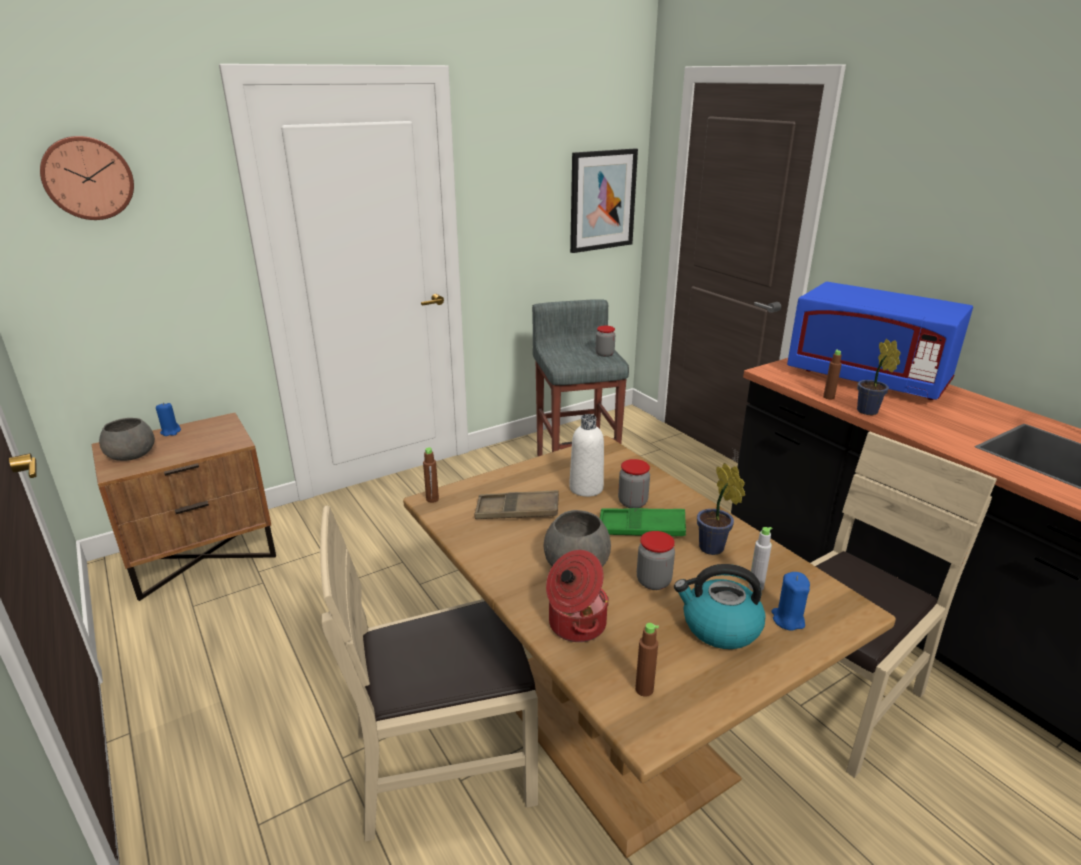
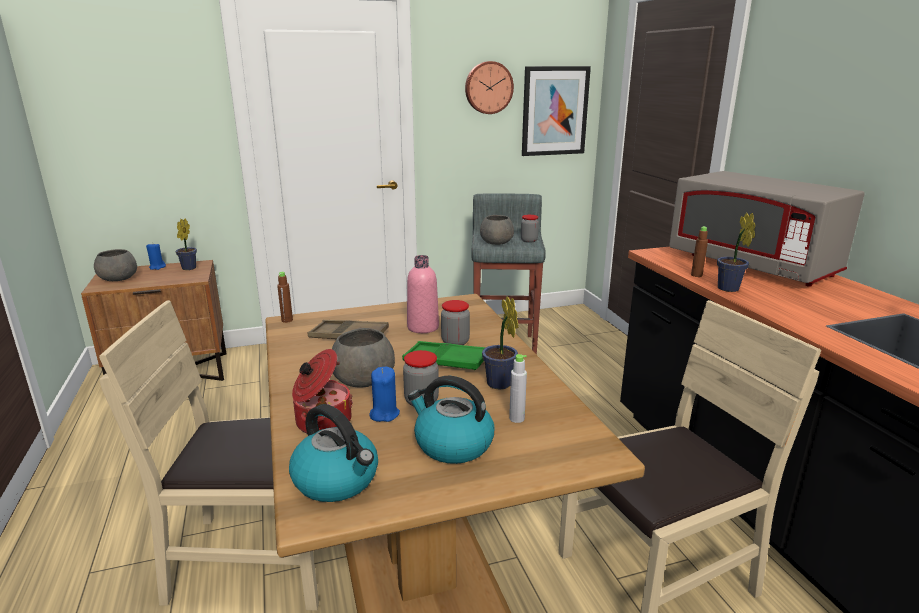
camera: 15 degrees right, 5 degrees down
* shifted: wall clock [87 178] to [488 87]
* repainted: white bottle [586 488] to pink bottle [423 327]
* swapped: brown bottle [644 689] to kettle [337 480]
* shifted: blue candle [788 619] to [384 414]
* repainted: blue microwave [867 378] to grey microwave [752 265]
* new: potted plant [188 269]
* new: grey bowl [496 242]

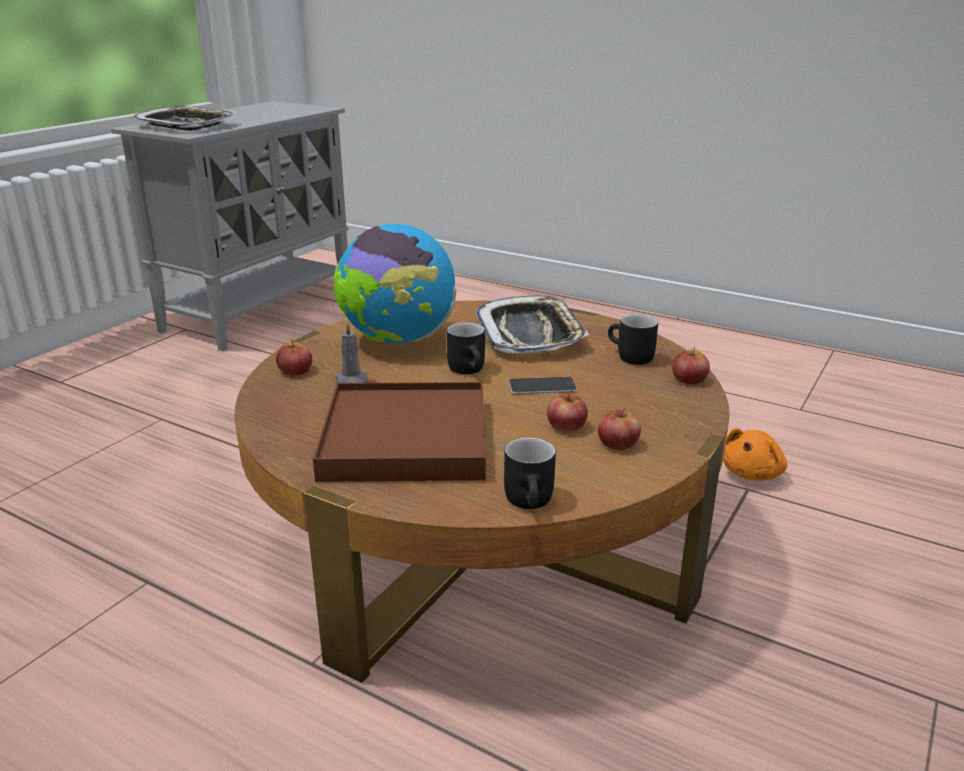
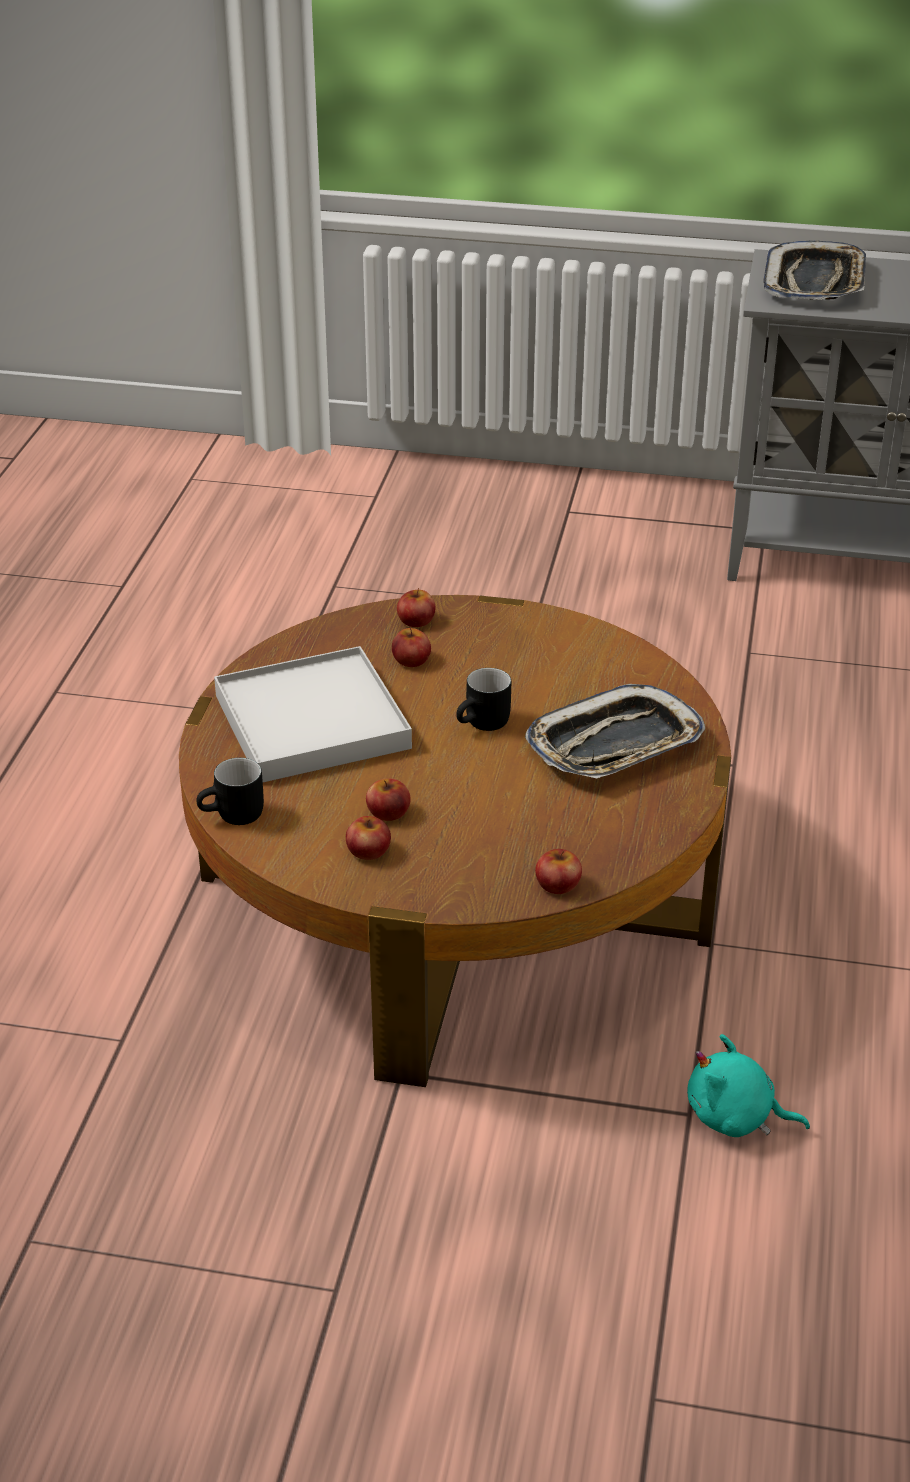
camera: 70 degrees right, 10 degrees up
* repainted: brown tray [405 438] to white tray [312 721]
* gone: globe [398 340]
* swapped: grey candle [352 381] to apple [411 659]
* gone: phone [542 386]
* gone: black mug [629 357]
* repainted: orange plush toy [753 473] to turquoise plush toy [736 1117]

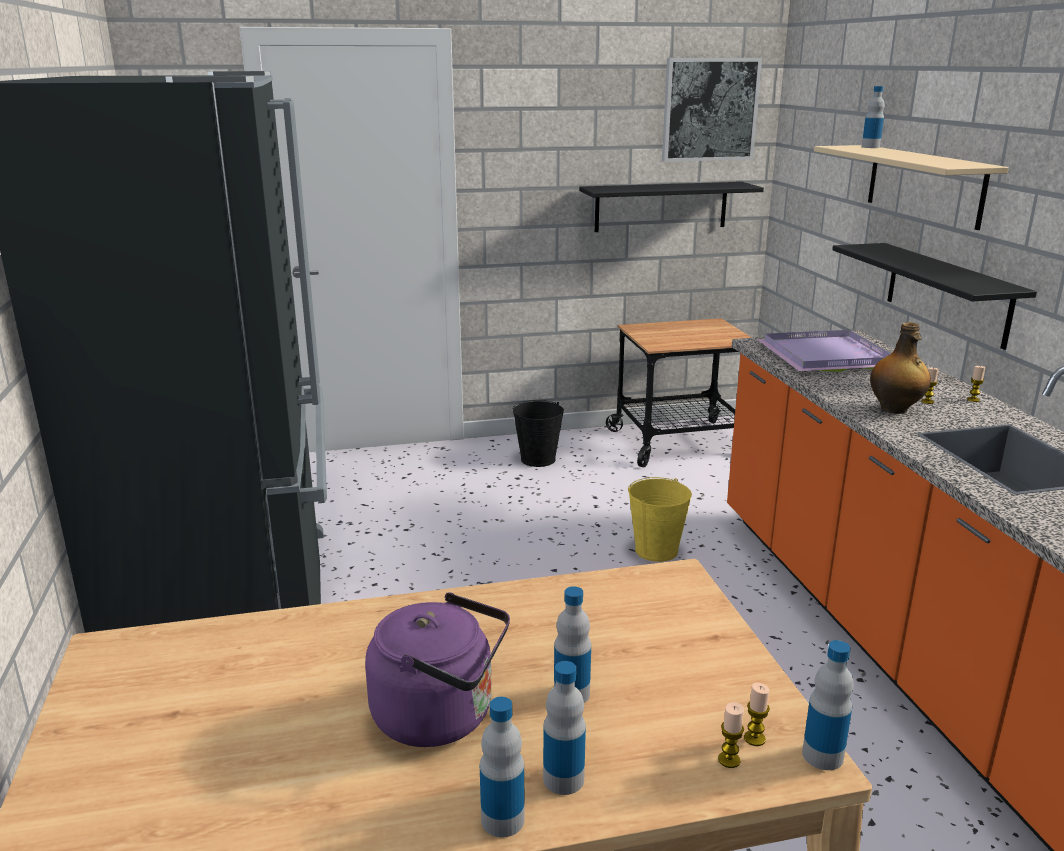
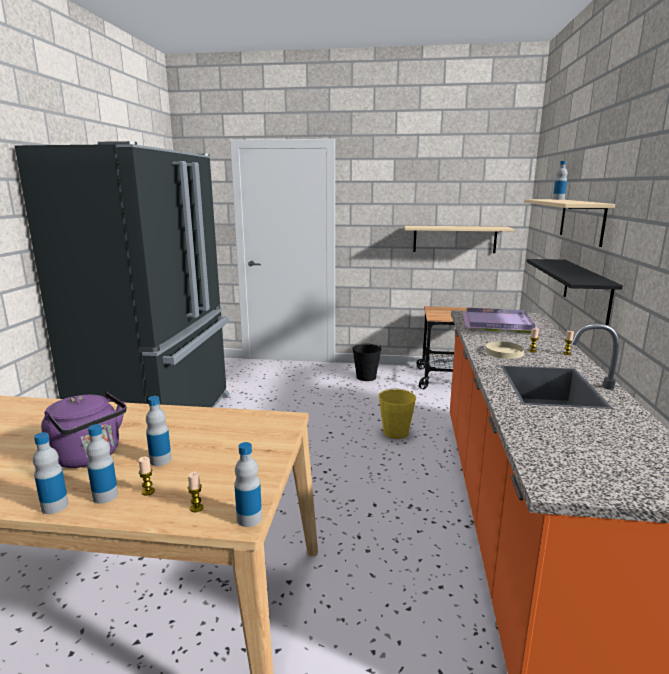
camera: 20 degrees right, 5 degrees down
* repainted: black shelf [661 206] to beige shelf [454 239]
* gone: picture [709 109]
* shifted: candle [754 738] to [148 491]
* swapped: bottle [895 409] to beige plate [504 352]

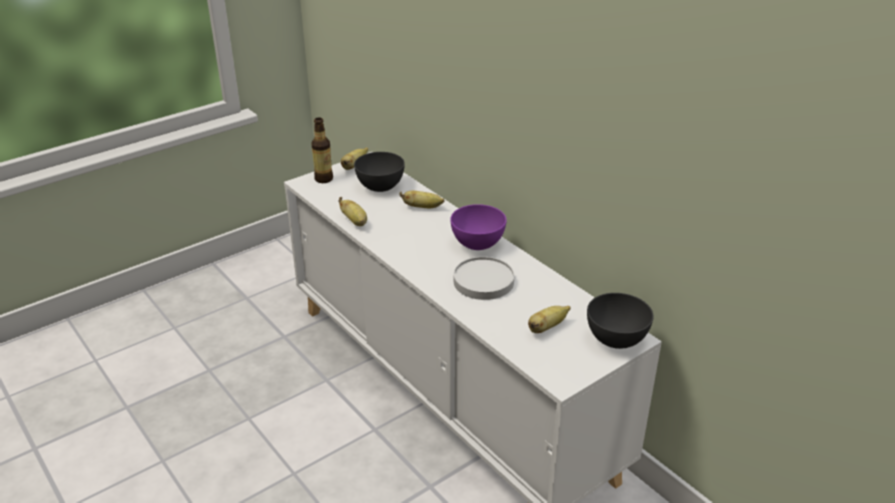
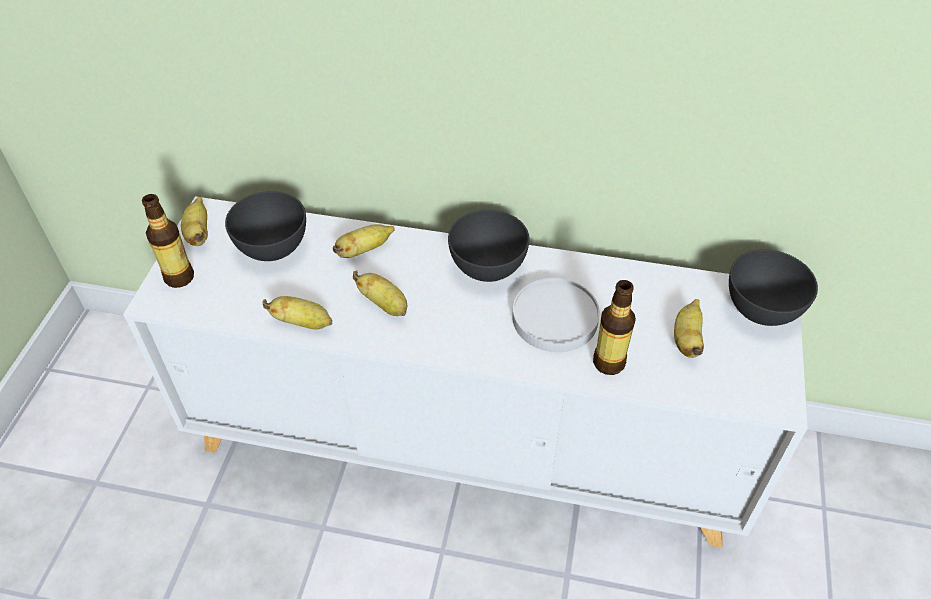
camera: 40 degrees left, 15 degrees up
* repainted: purple bowl [477 244] to grey bowl [488 268]
* new: banana [385 305]
* new: bottle [608 363]

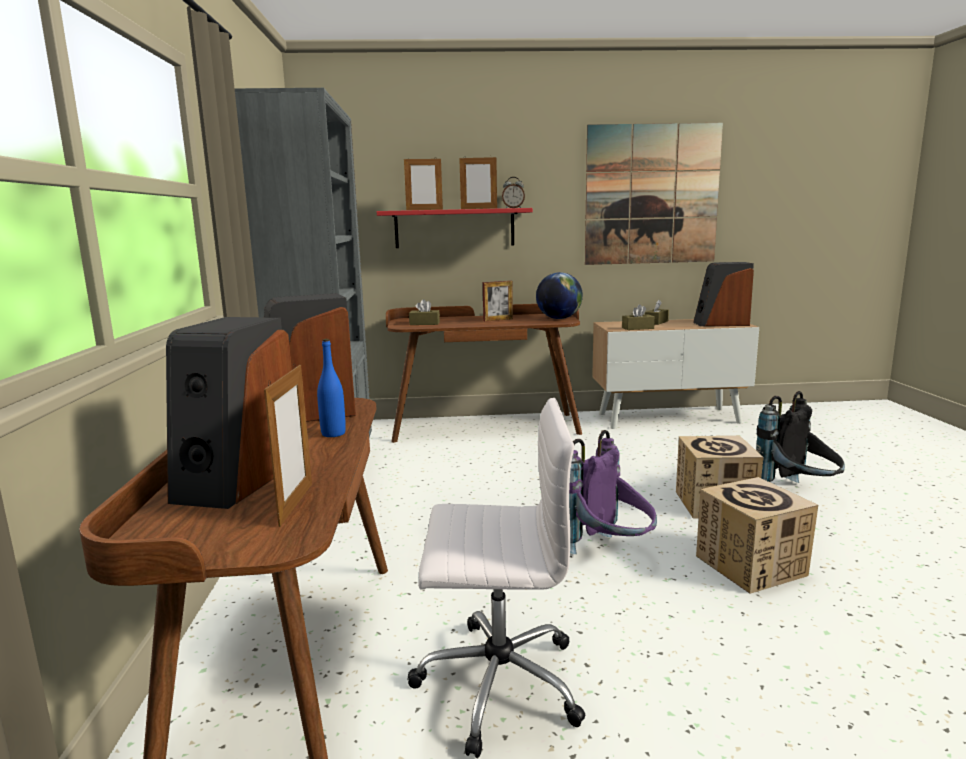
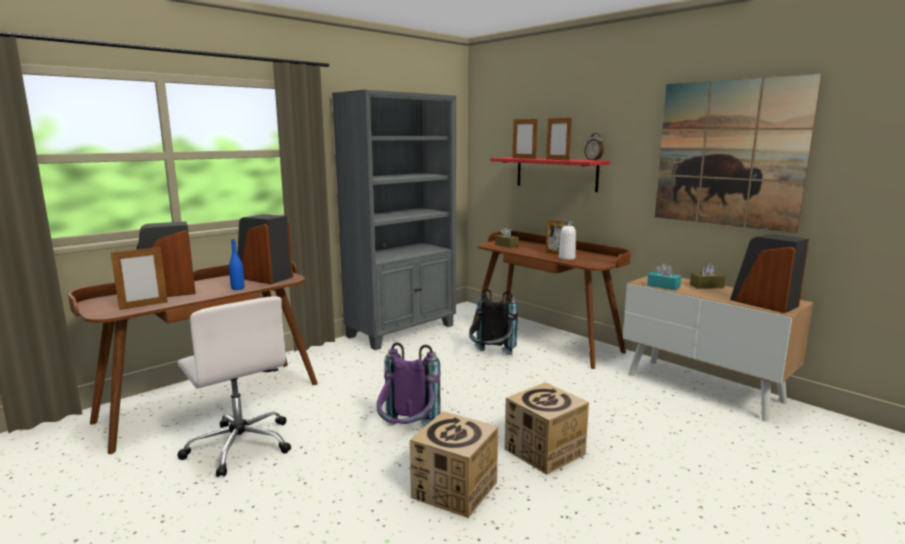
camera: 50 degrees right, 0 degrees up
* gone: globe [559 318]
* repainted: brown tissue box [637 328] to turquoise tissue box [663 286]
* shifted: black backpack [797 494] to [491 357]
* new: white bottle [567 258]

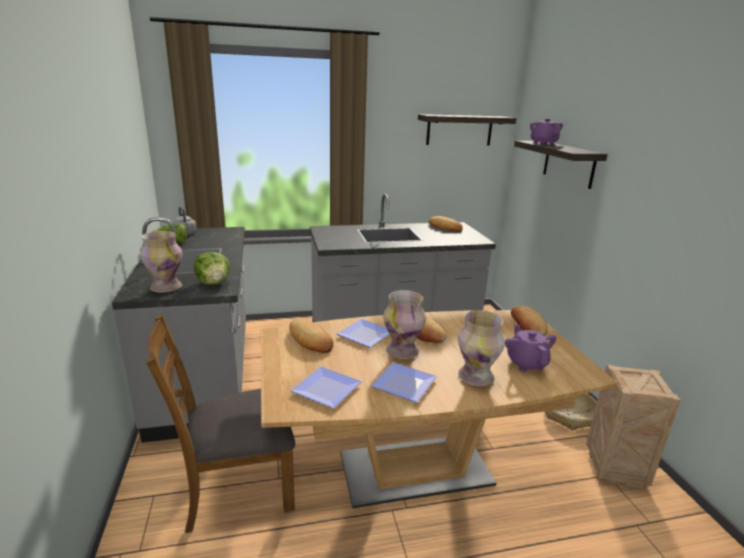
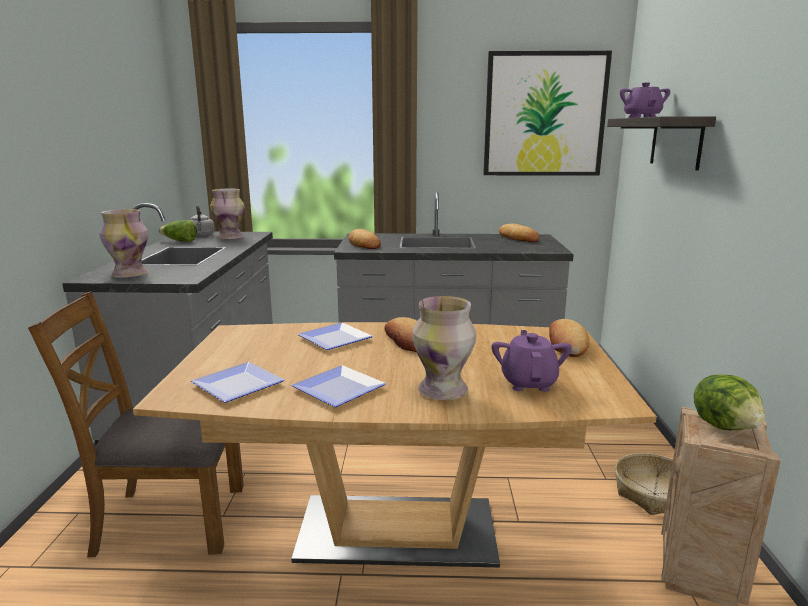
camera: 15 degrees right, 5 degrees down
* shifted: lettuce [214 283] to [725 426]
* shifted: bread [310 339] to [364 244]
* shifted: vase [402 351] to [231 237]
* swapped: shelf [459 130] to picture [544 115]

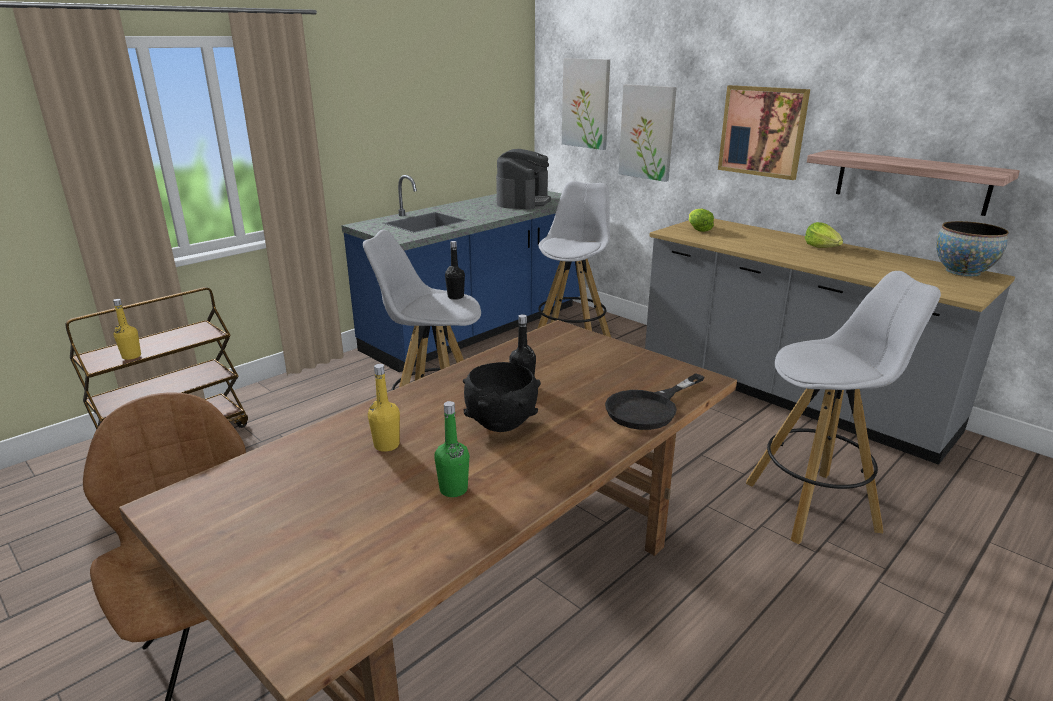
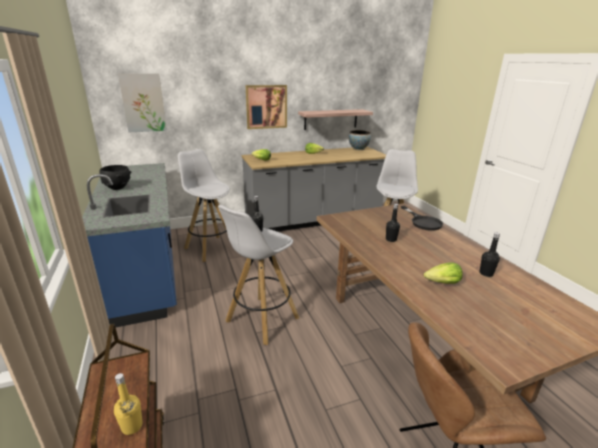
camera: 65 degrees left, 0 degrees up
* swapped: yellow bottle [386 445] to lettuce [443 283]
* repainted: green bottle [453 489] to black bottle [486 273]
* shifted: black bowl [501 425] to [117 188]
* gone: coffee machine [523 201]
* gone: picture [647 132]

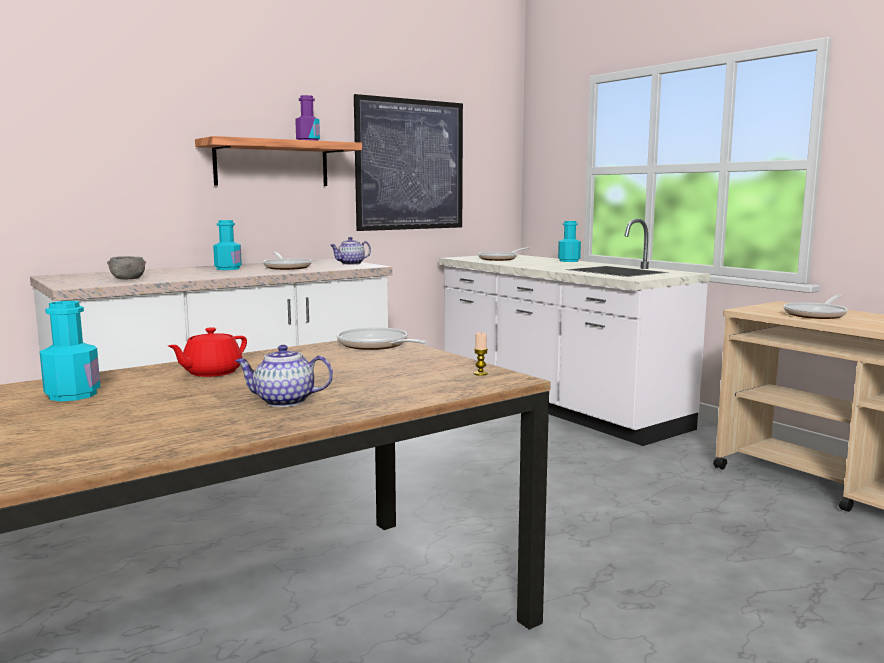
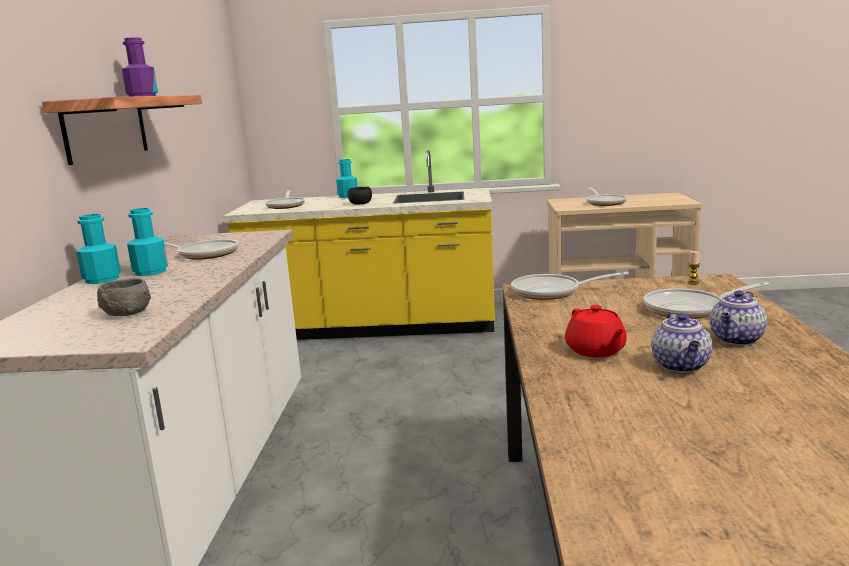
camera: 50 degrees left, 5 degrees up
* shifted: turquoise bottle [72 395] to [102 279]
* shifted: teapot [350 264] to [681 366]
* gone: picture [410 165]
* repainted: white counter [556 405] to yellow counter [373 328]
* new: black bowl [360 203]
* new: frying pan [690 309]

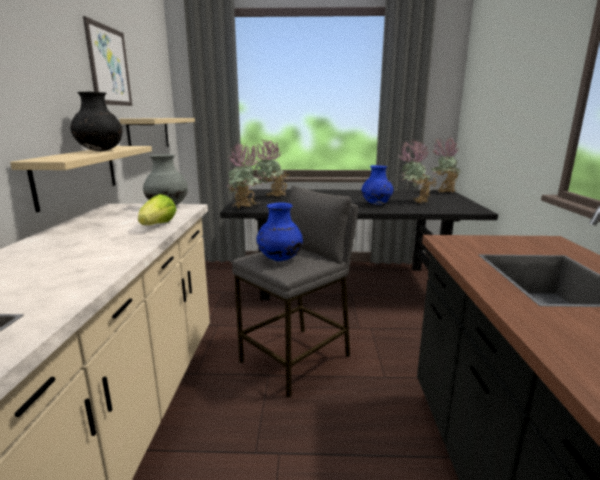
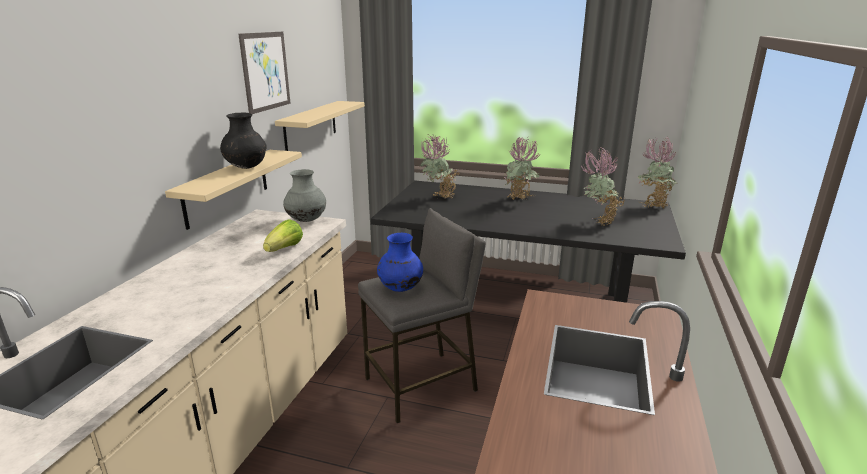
camera: 15 degrees right, 5 degrees up
* shifted: potted plant [245 208] to [520 200]
* gone: blue vase [376 204]

